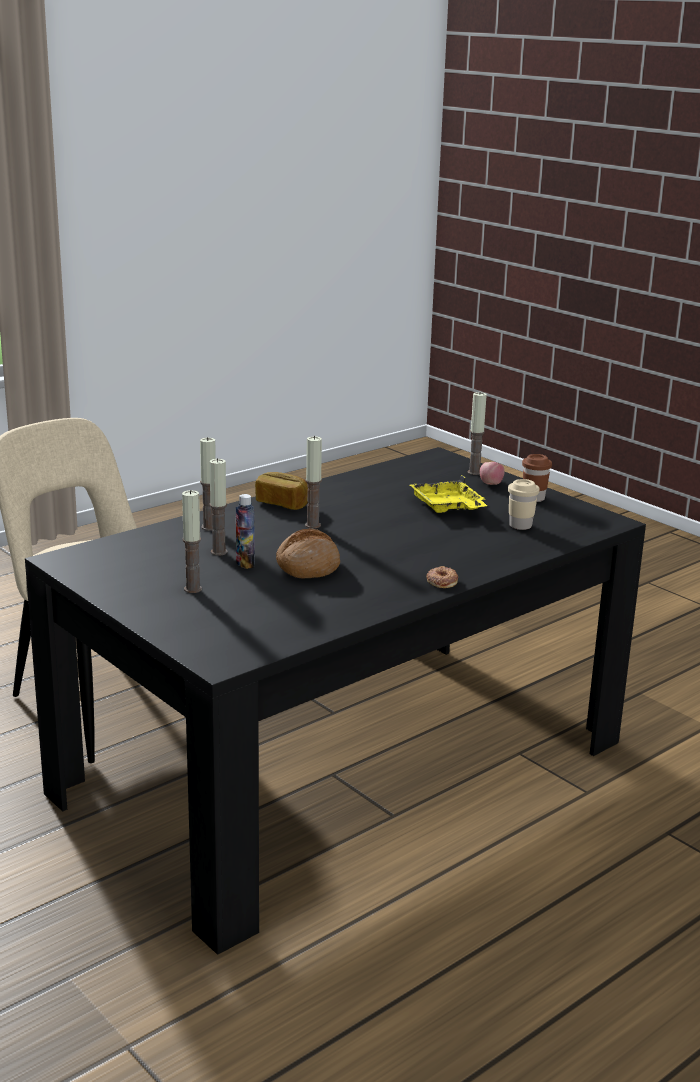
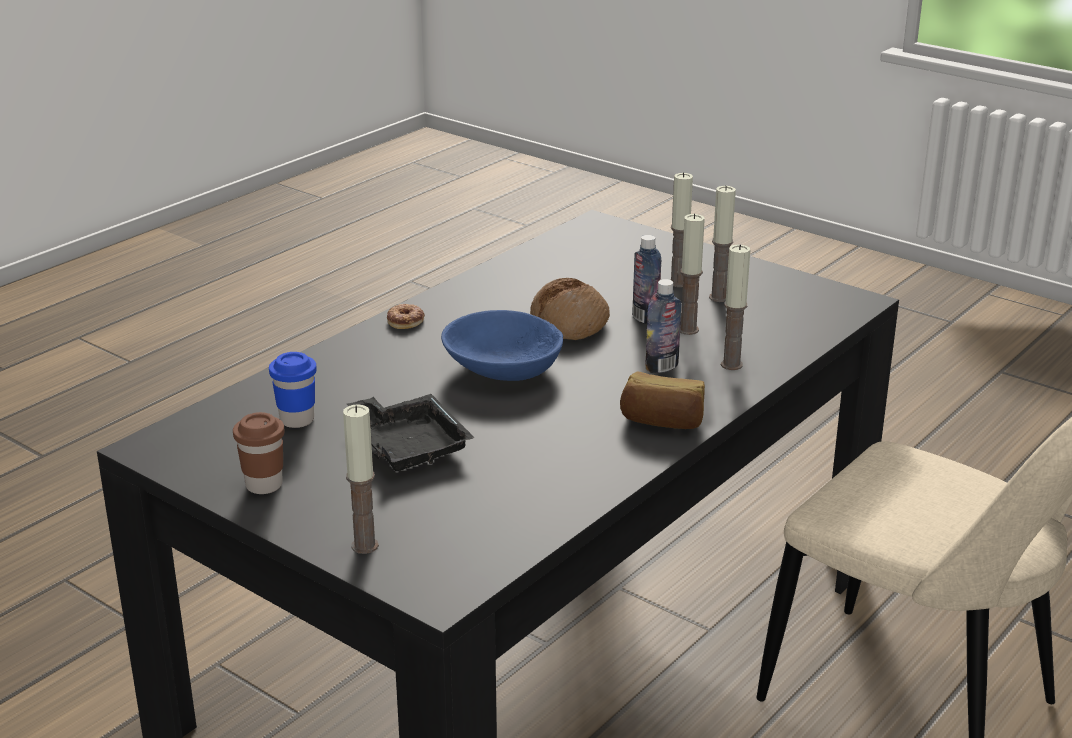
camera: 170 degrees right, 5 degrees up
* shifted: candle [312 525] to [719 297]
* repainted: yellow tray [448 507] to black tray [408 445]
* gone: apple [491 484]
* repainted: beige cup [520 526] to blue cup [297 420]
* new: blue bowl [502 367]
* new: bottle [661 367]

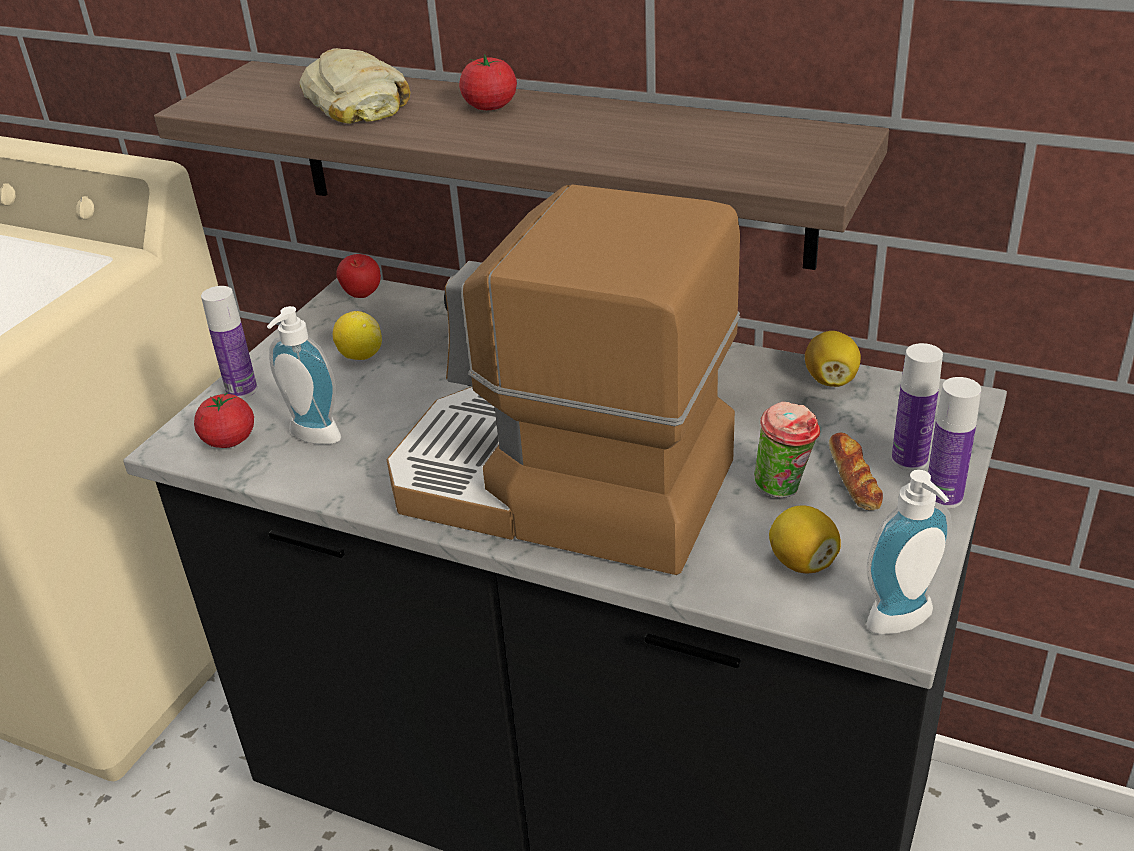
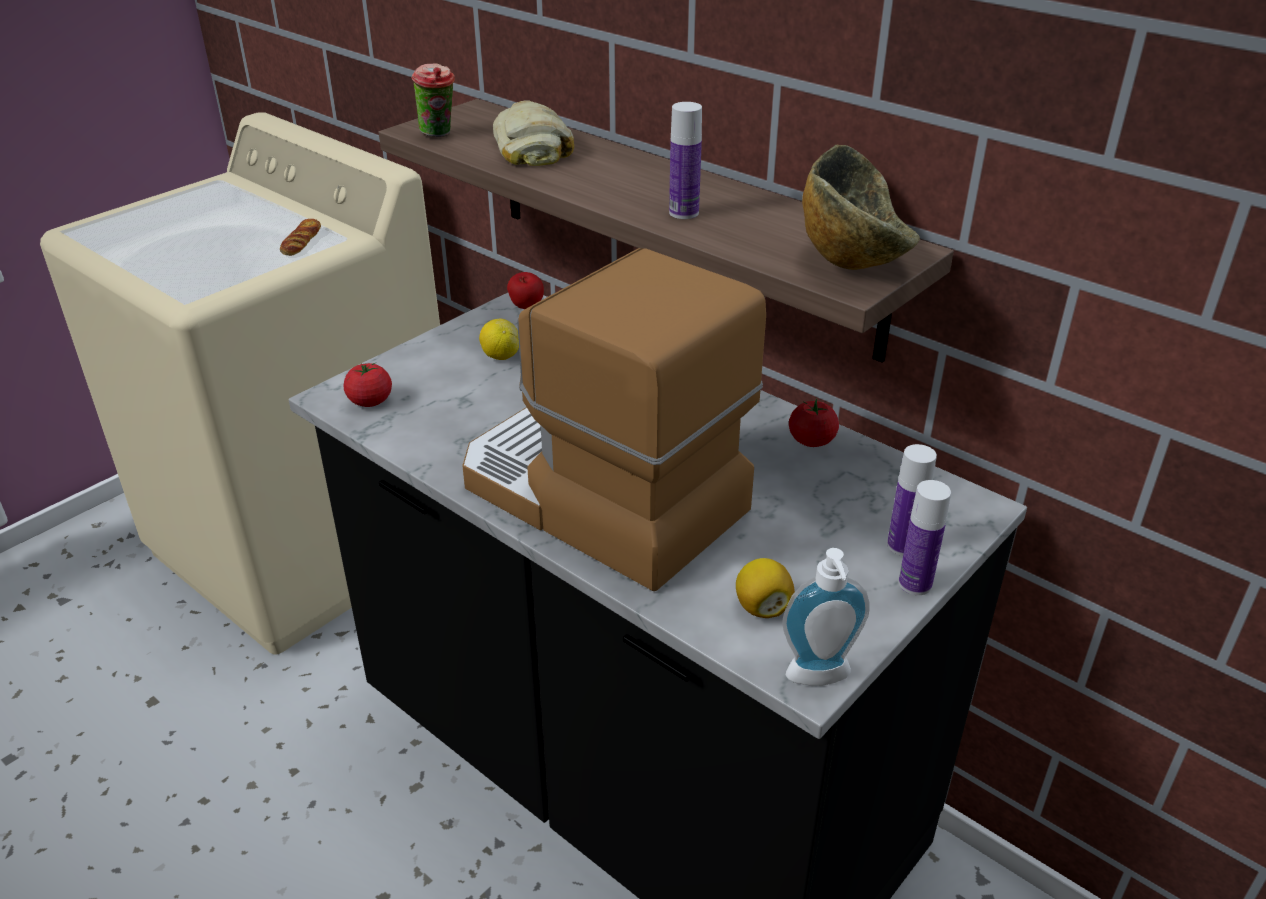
camera: 15 degrees right, 0 degrees up
* shifted: bottle [241 390] to [684 213]
* gone: soap dispenser [311 438]
* shifted: tomato [490 107] to [811 441]
* shifted: cup [785 489] to [439 135]
* gone: lemon [831 380]
* shifted: bread [853 478] to [301 242]
* new: bowl [852 258]

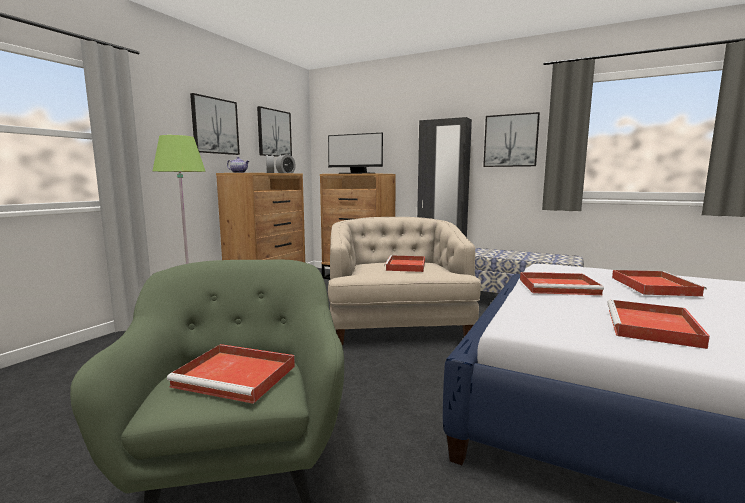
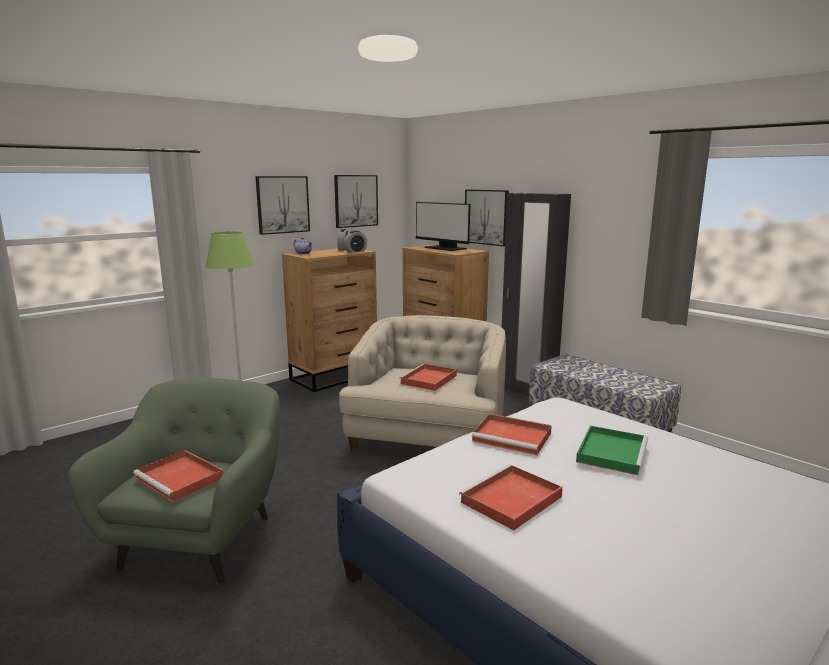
camera: 20 degrees right, 5 degrees up
* shifted: picture [510 140] to [486 217]
* repainted: red tray [652 286] to green tray [611 452]

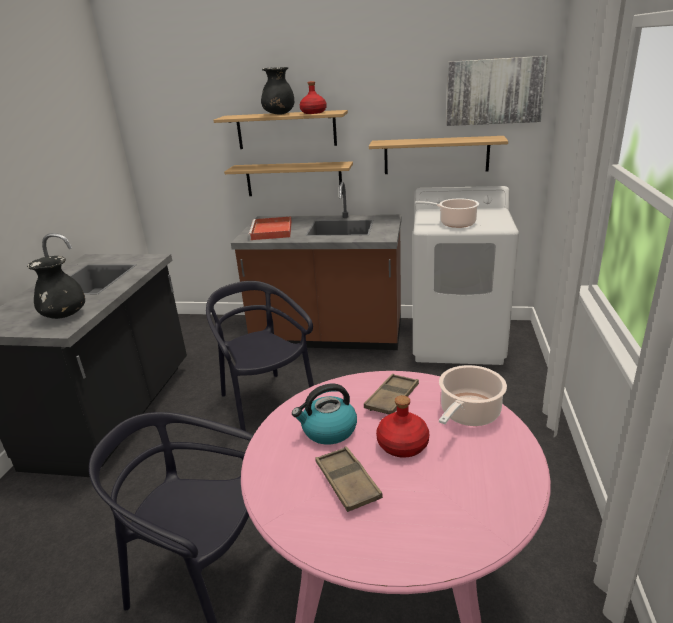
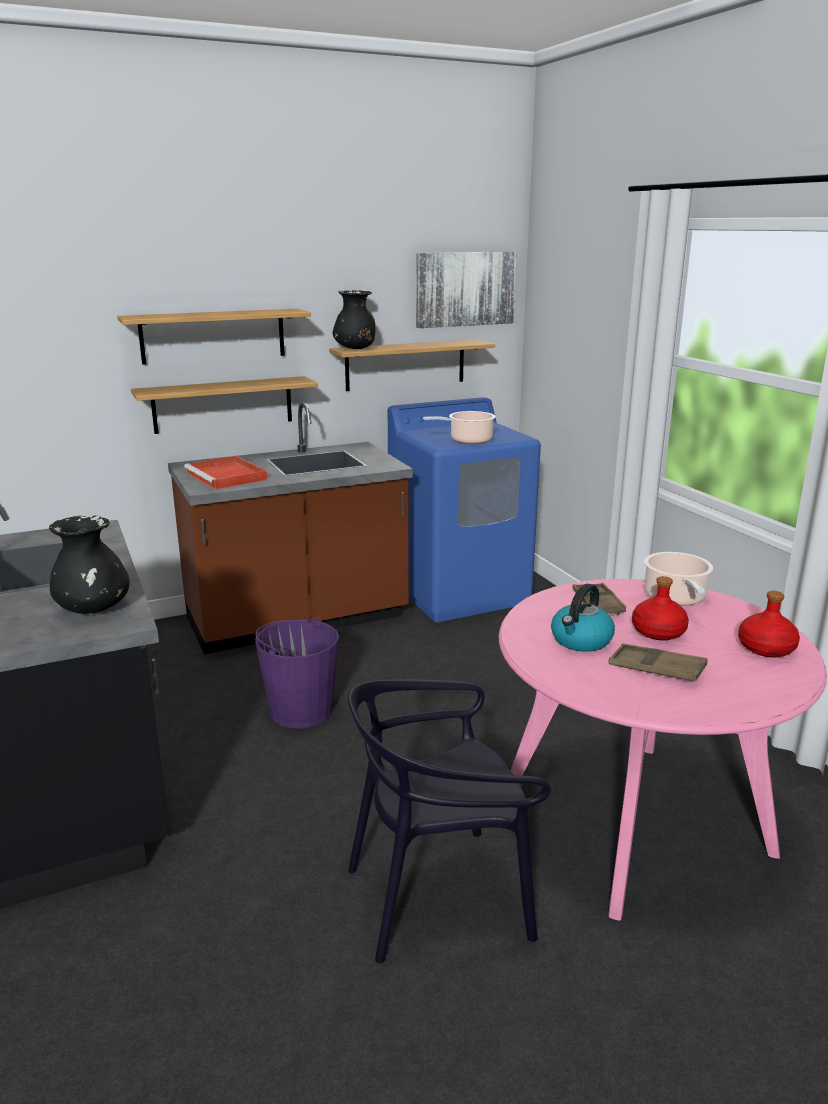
camera: 35 degrees left, 5 degrees down
* swapped: black chair [265 403] to purple bucket [300 710]
* shifted: black vase [279 114] to [355 349]
* shifted: red bottle [313 112] to [765 648]
* repainted: white washing machine [457 341] to blue washing machine [459 592]

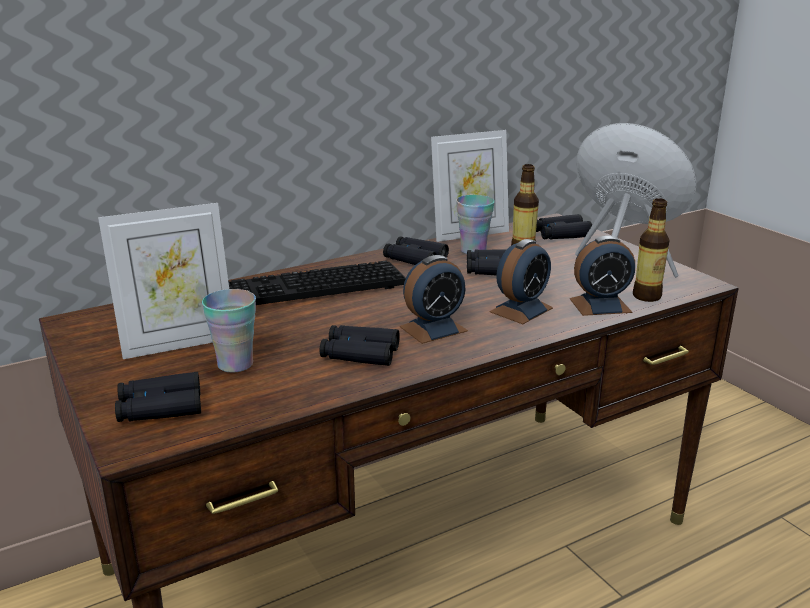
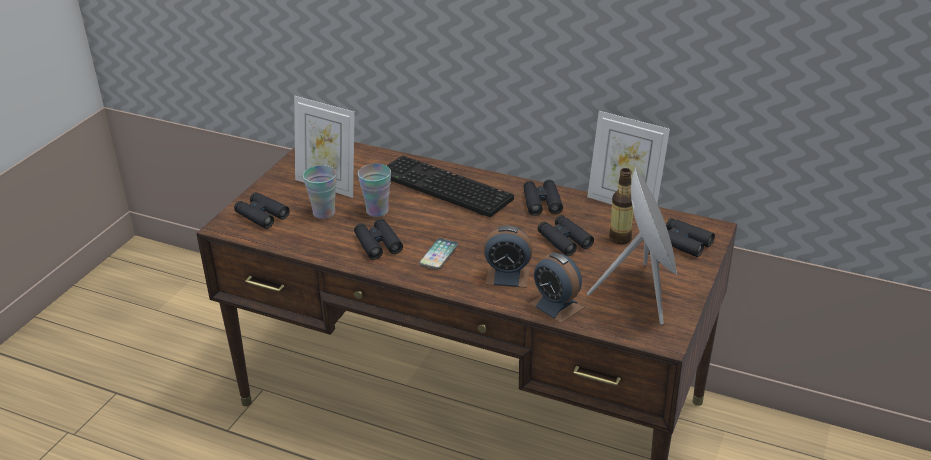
camera: 55 degrees right, 10 degrees up
* swapped: alarm clock [433 329] to phone [439 254]
* shifted: cup [473 250] to [377 211]
* gone: bottle [646 296]

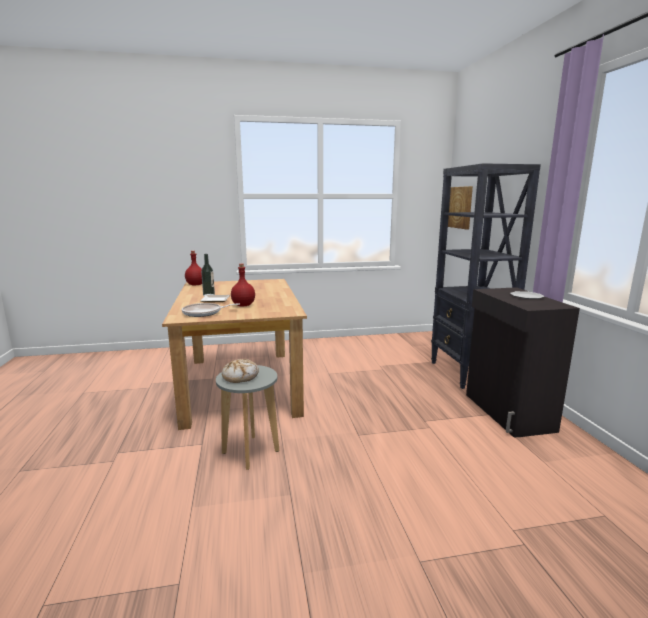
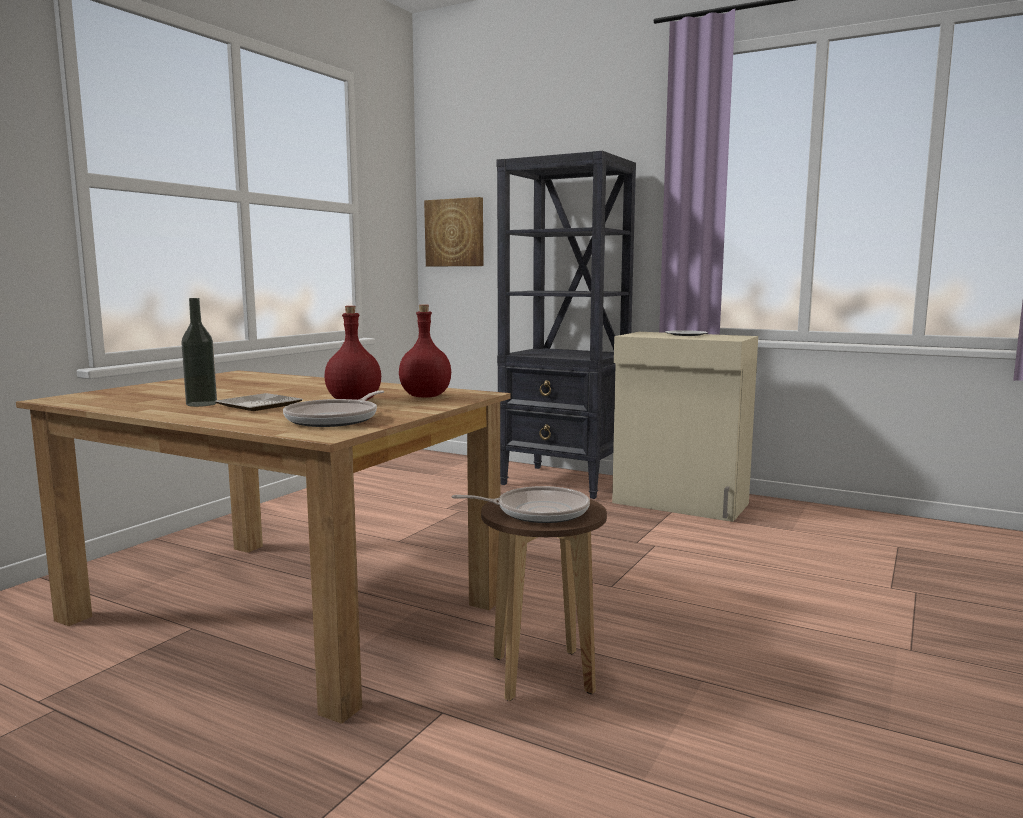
camera: 50 degrees left, 5 degrees down
* shifted: red bottle [195 285] to [425 396]
* repainted: grey stool [250 452] to brown stool [542 675]
* swapped: bread [240 376] to frying pan [537 512]
* repainted: black cabinet [507 412] to beige cabinet [680 504]

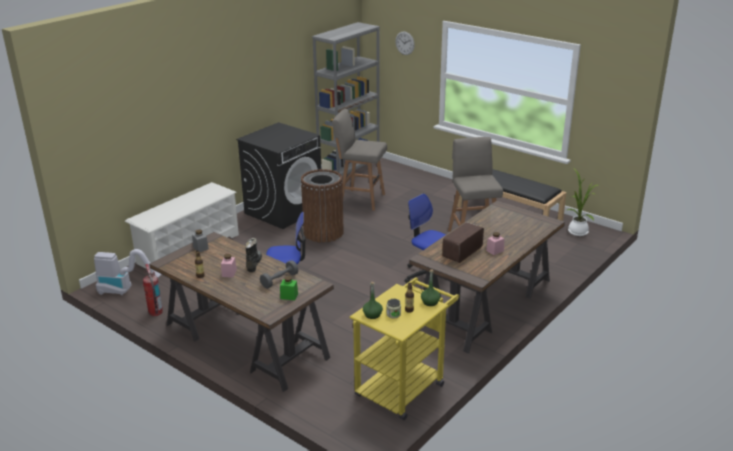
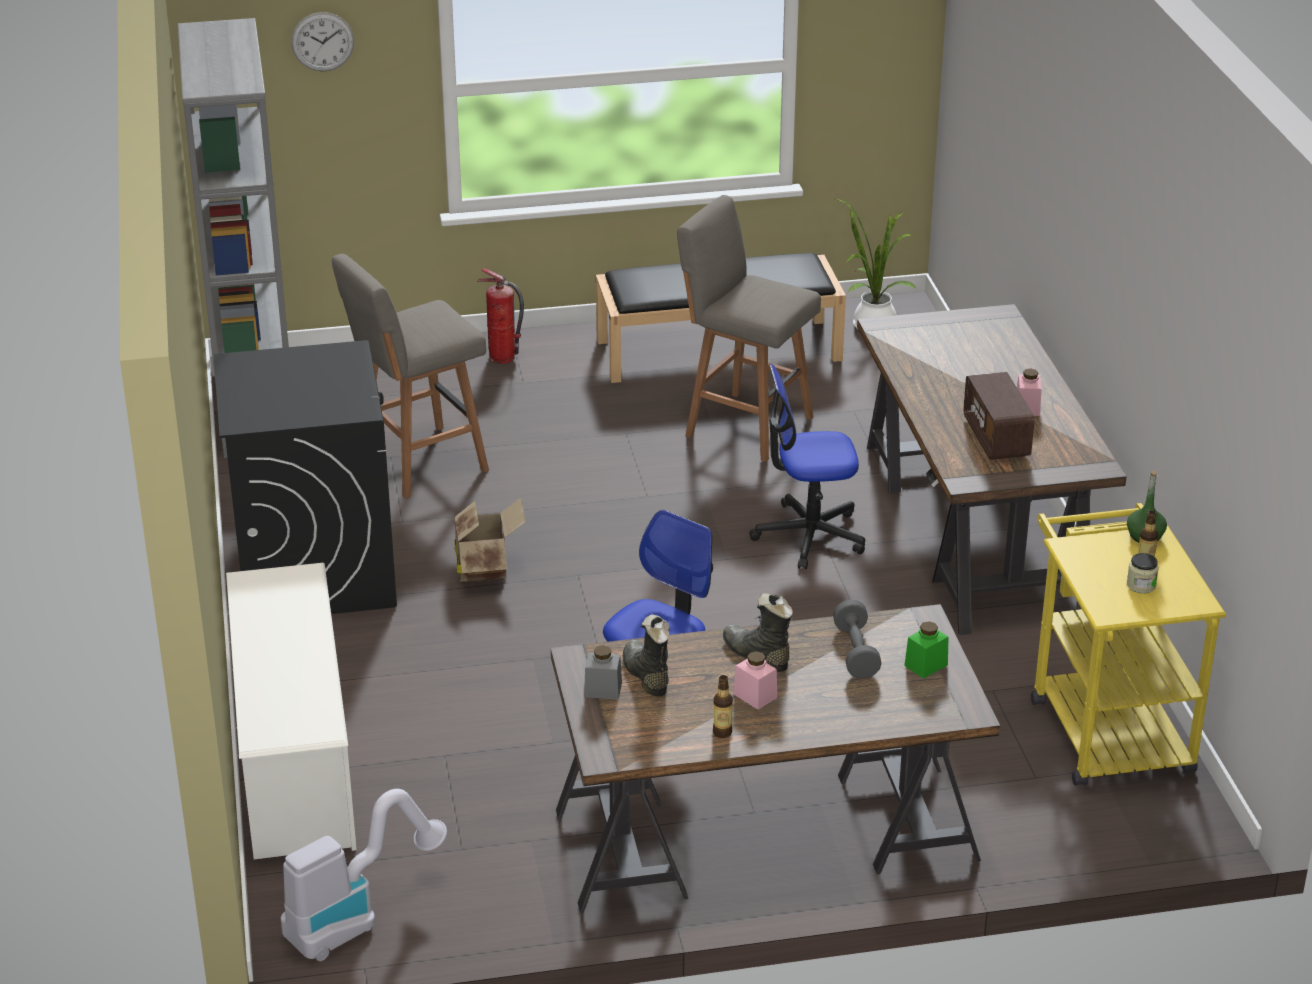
camera: 50 degrees left, 5 degrees up
* shifted: fire extinguisher [155 312] to [502 357]
* swapped: brown trash can [323 232] to cardboard box [486 567]
* gone: green bottle [372 315]
* new: black boot [645 675]

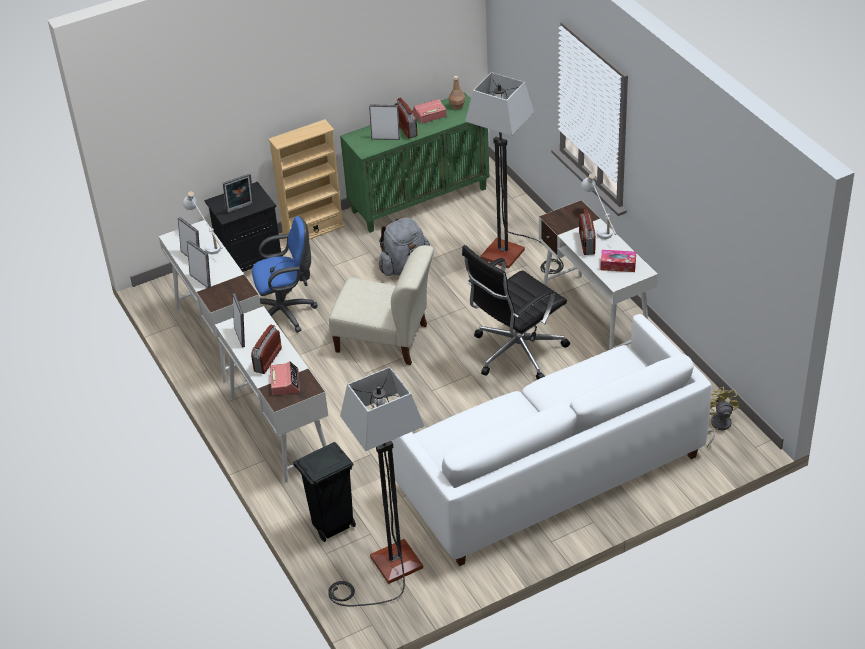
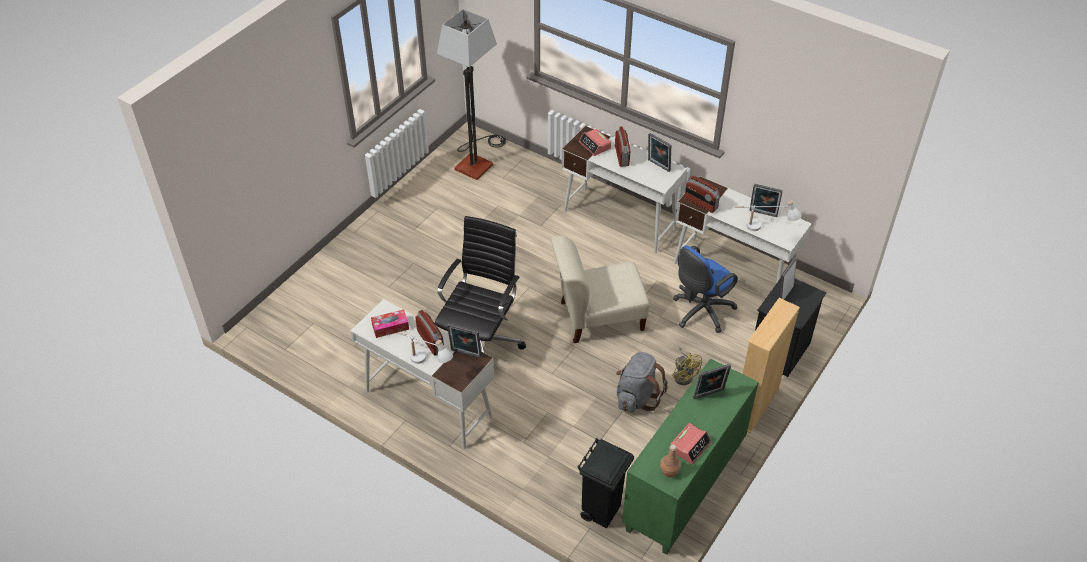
camera: 150 degrees right, 5 degrees up
* shifted: picture frame [201 280] to [465 354]
* shifted: black trash can [332 527] to [601 511]
* gone: white sofa [550 473]
* shifted: radio [406 128] to [700 203]
* gone: floor lamp [514 256]
* shifted: yellow fan [717 426] to [684 375]

